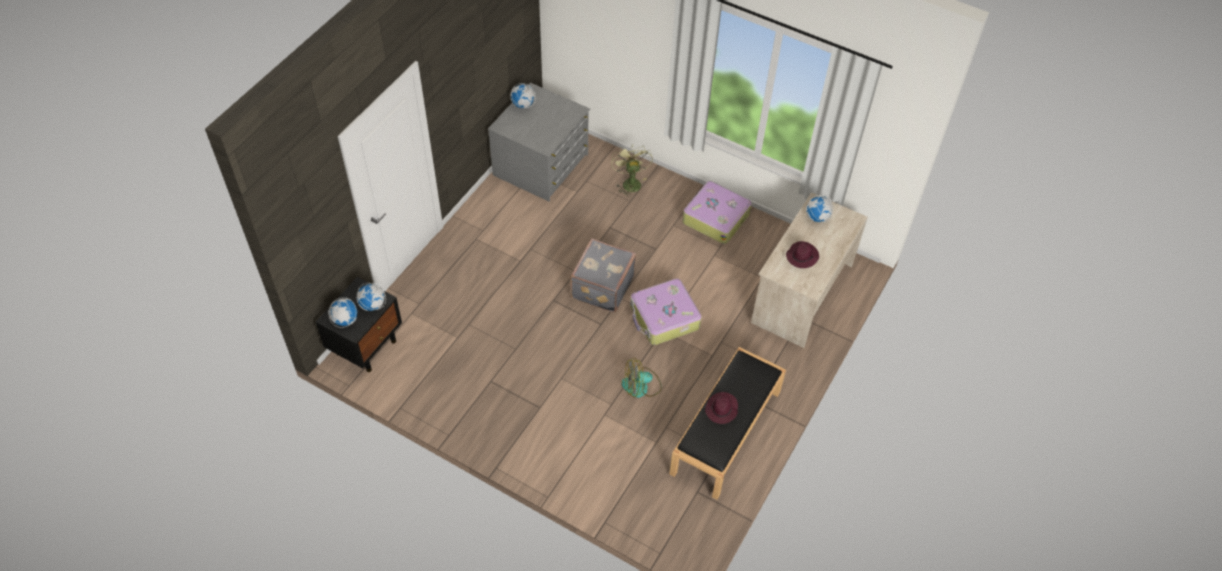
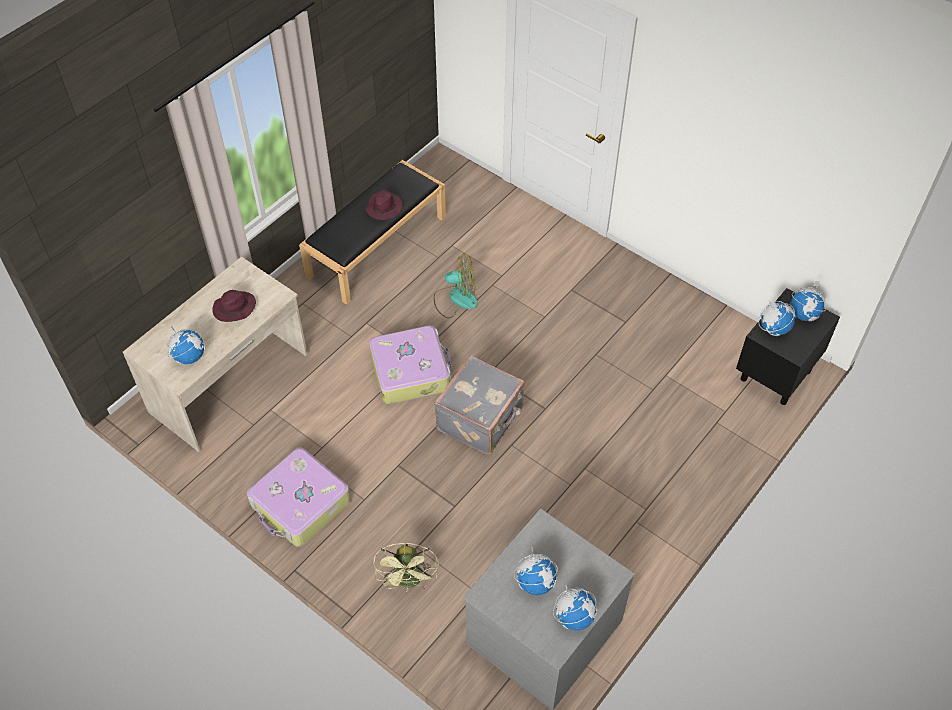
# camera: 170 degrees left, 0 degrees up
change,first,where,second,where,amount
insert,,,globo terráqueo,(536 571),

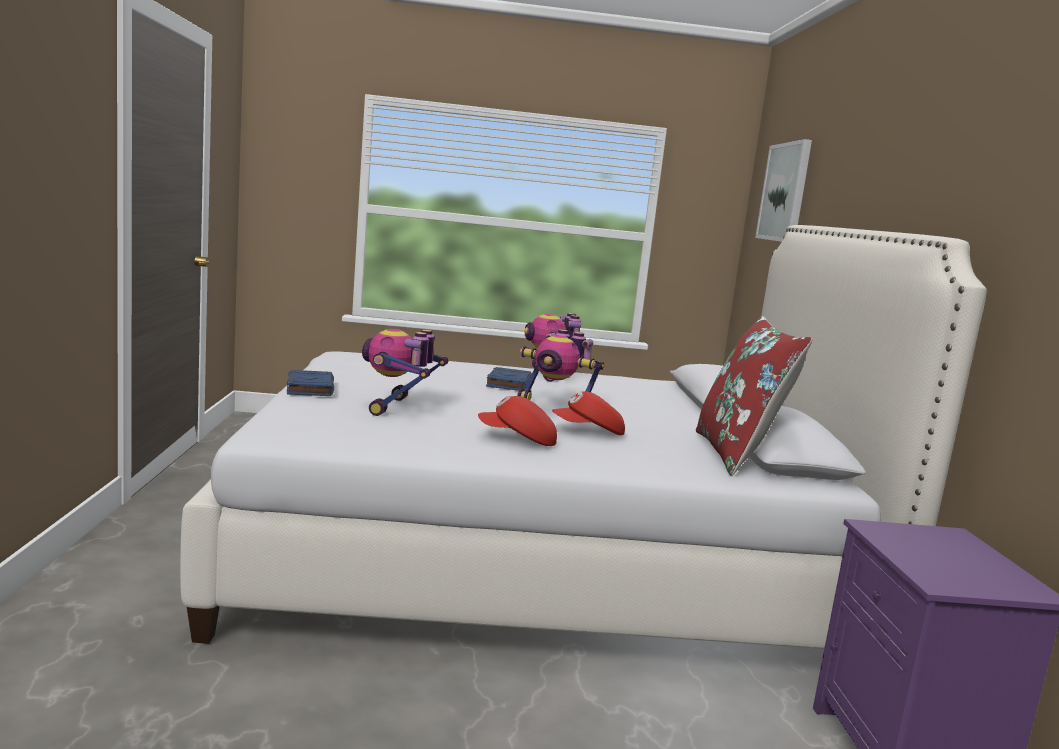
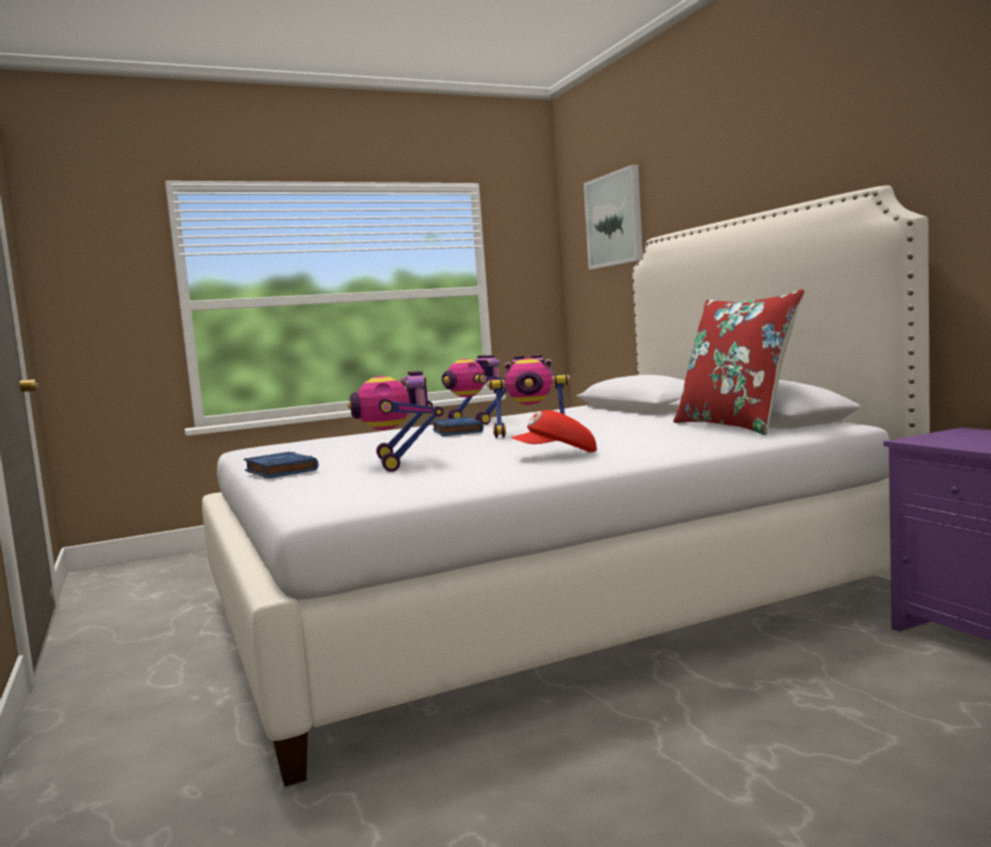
# camera: 20 degrees left, 5 degrees down
change,first,where,second,where,amount
delete,gorra (rojo),(588 413),,,

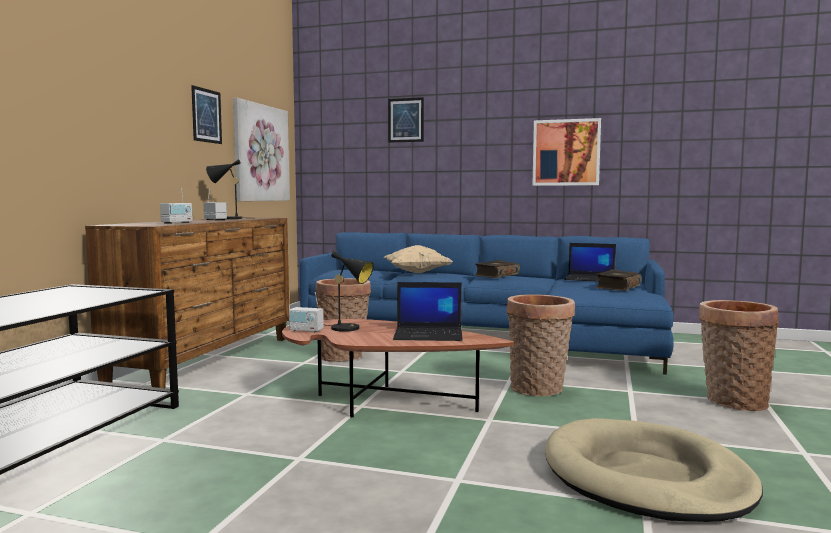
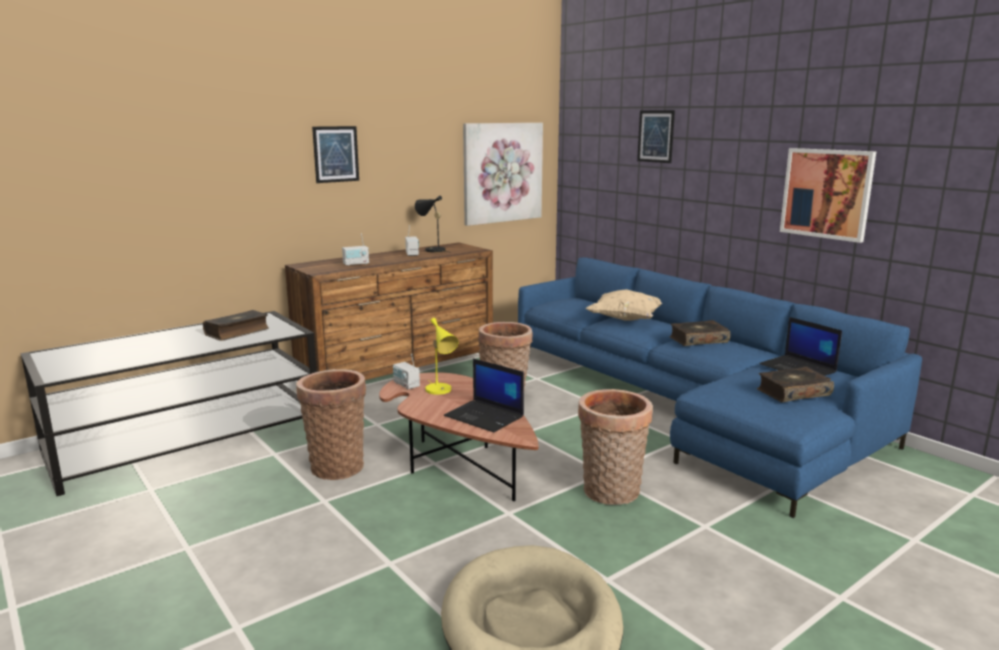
# camera: 35 degrees right, 10 degrees up
change,first,where,second,where,amount
insert,,,libro,(236 325),
move,cuadro,(206 114),,(335 154),
move,cesta,(739 355),,(331 424),
recolor,lámpara de mesa (negro),(349 291),lámpara de mesa (amarillo),(441 356),

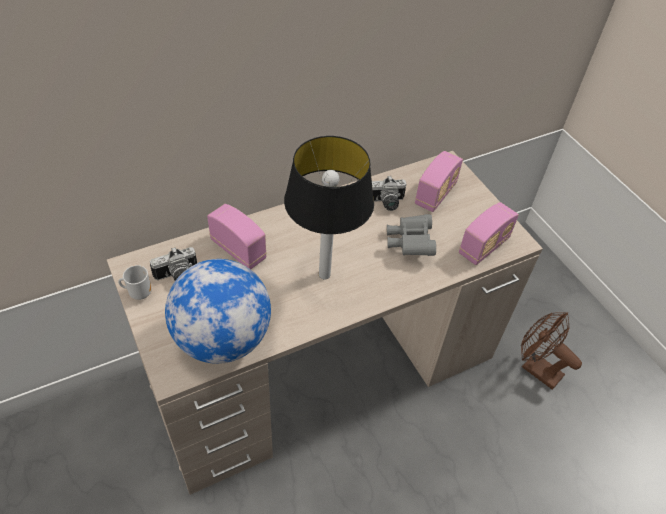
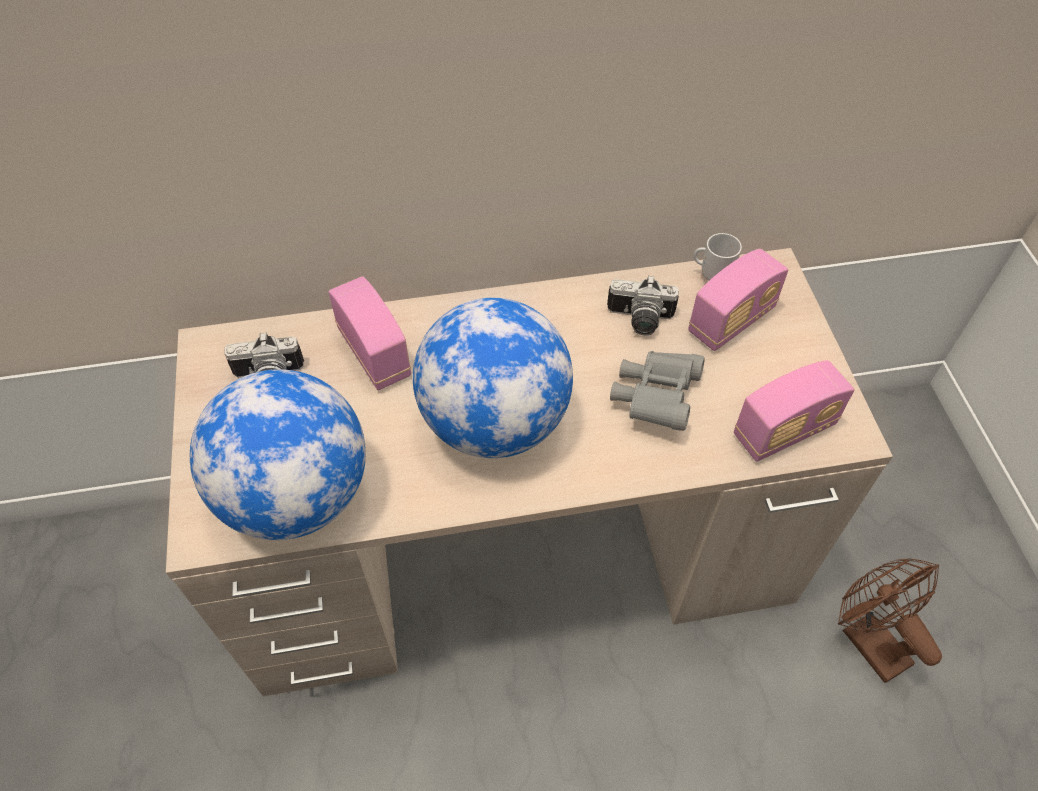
# camera: 20 degrees right, 5 degrees up
change,first,where,second,where,amount
move,taza grande,(135 282),,(717 257),
replace,lámpara de mesa,(329 207),globo terráqueo,(493 378),

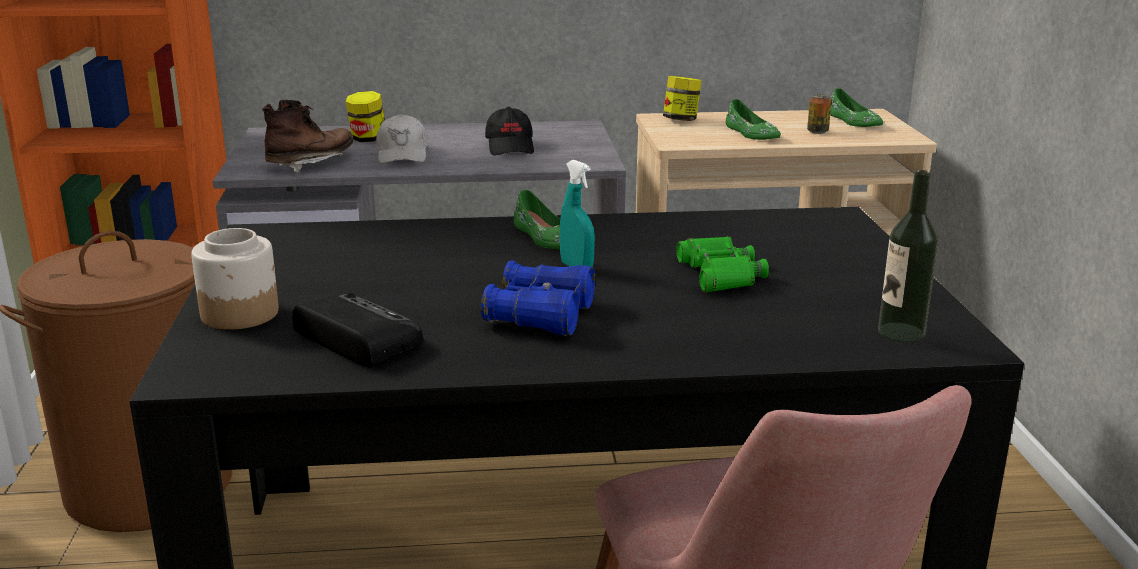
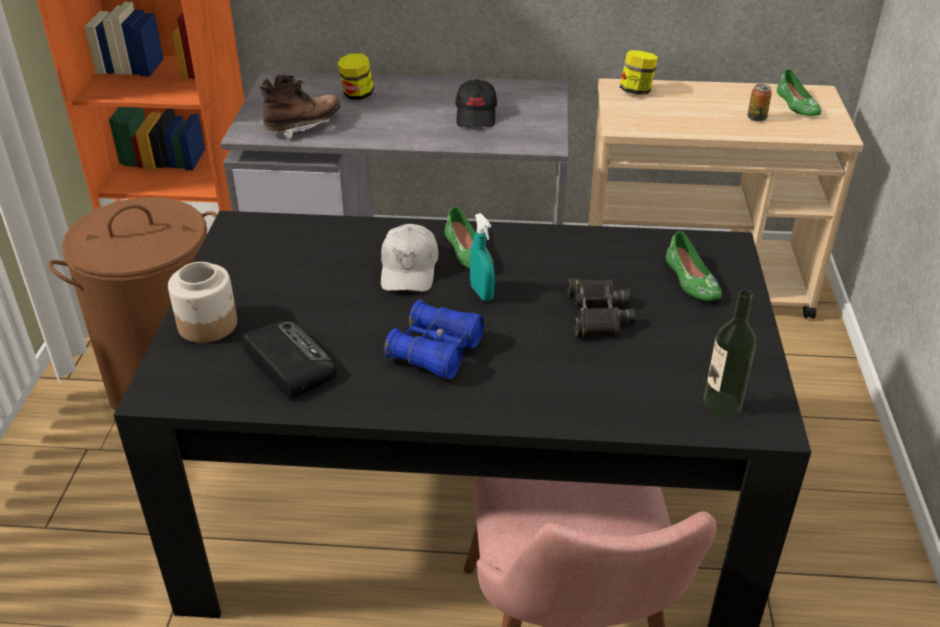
# camera: 10 degrees right, 15 degrees up
change,first,where,second,where,amount
move,gorra (blanco),(402 139),,(409 258),
move,zapato (verde),(753 119),,(694 266),
recolor,prismáticos (verde),(722 264),prismáticos (negro),(601 307),

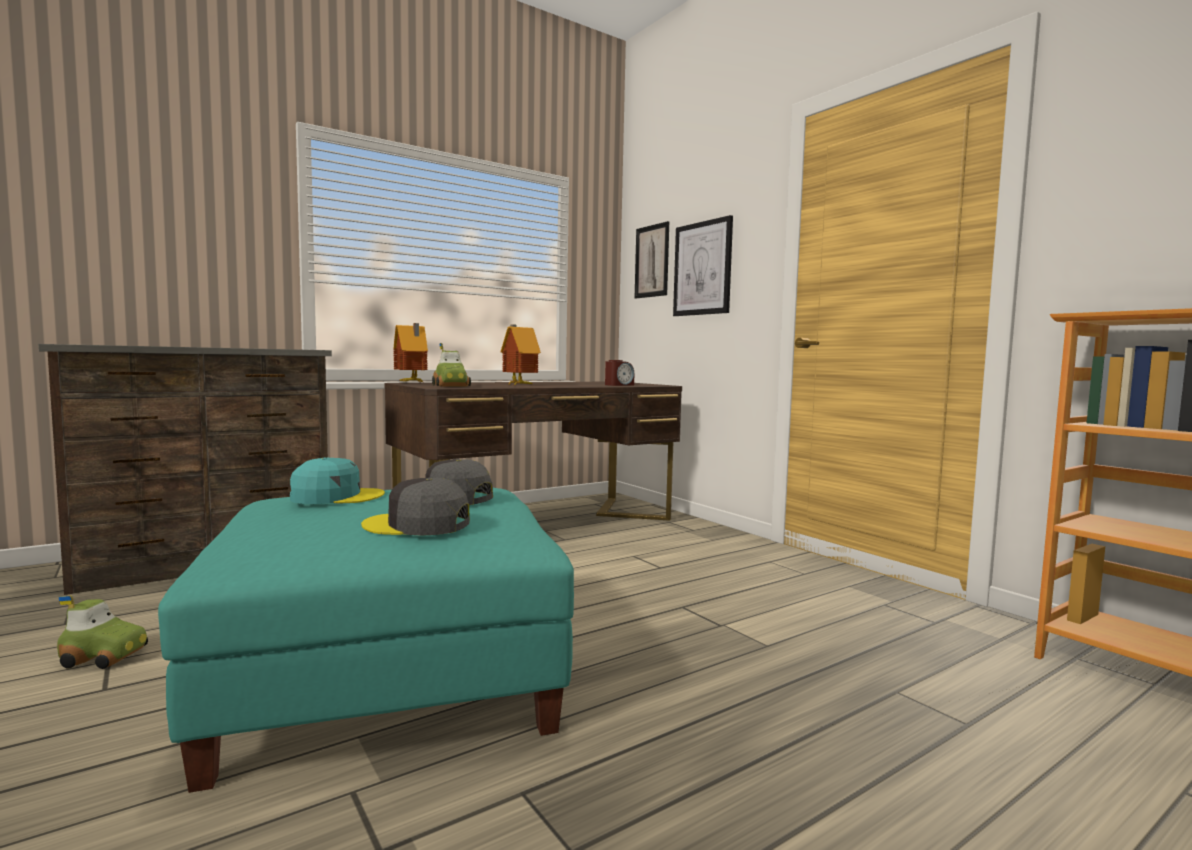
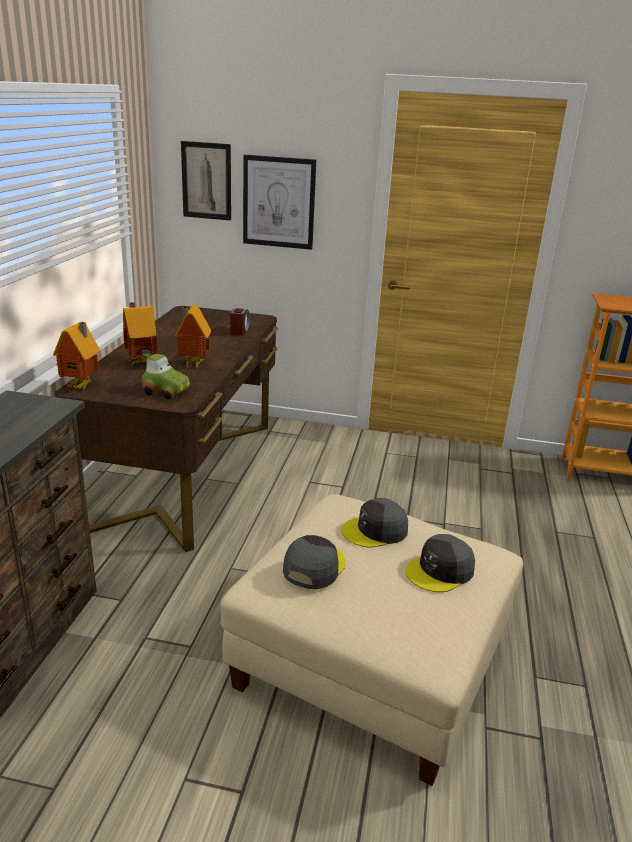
# camera: 45 degrees left, 20 degrees up
change,first,where,second,where,amount
delete,coche de juguete,(102 632),,,
insert,,,casita,(140 333),
recolor,puf (turquesa),(366 640),puf (beis),(371 640),
recolor,gorra (turquesa),(337 480),gorra (gris),(314 562),

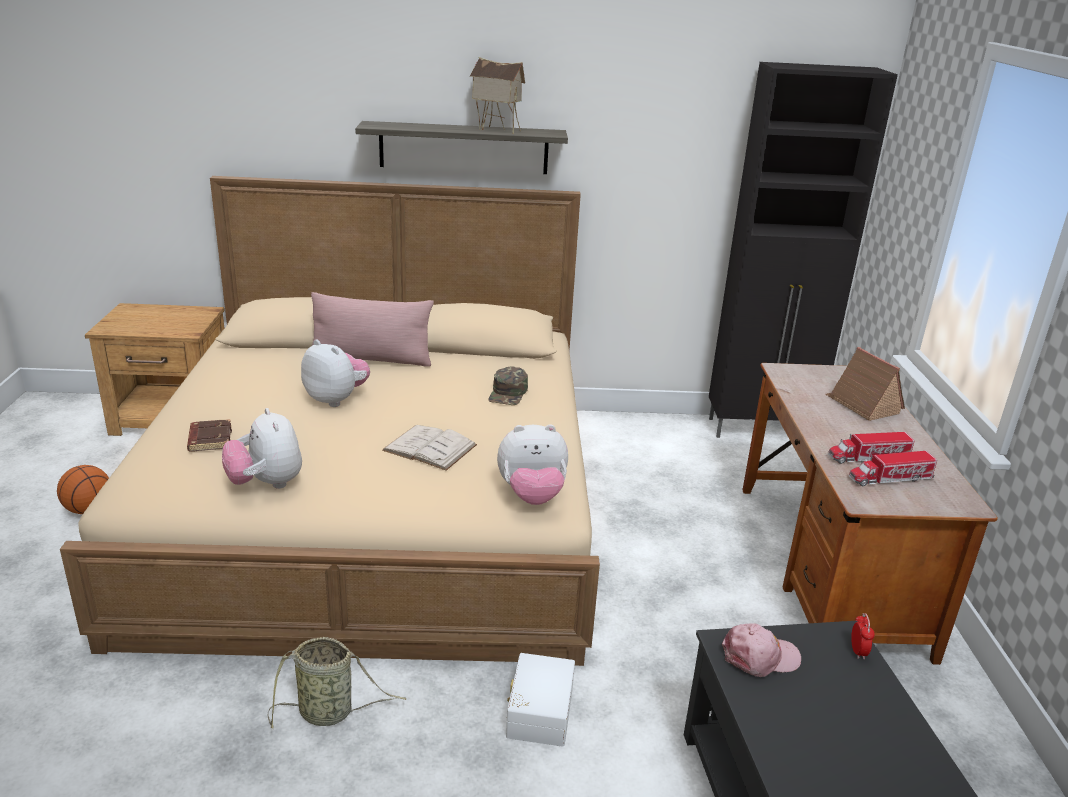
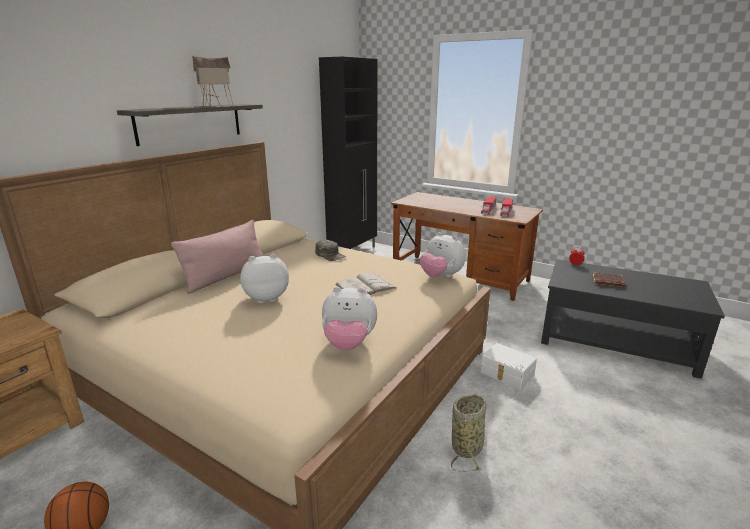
# camera: 55 degrees left, 5 degrees down
change,first,where,second,where,amount
delete,gorra (rosa),(761 650),,,
delete,casita,(865 384),,,
move,libro (marrón),(209 435),,(609 279),
rotate,peluche,(532 464),,(443 255),105 degrees clockwise

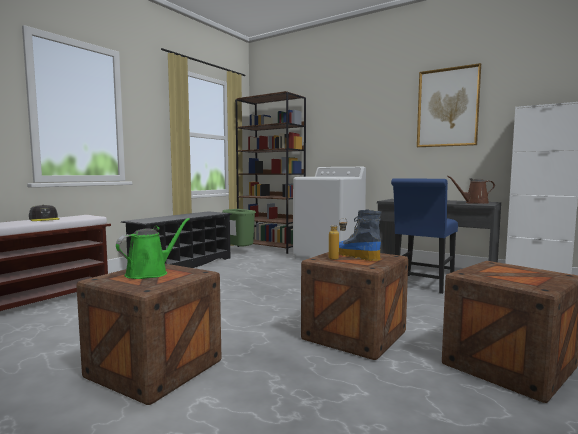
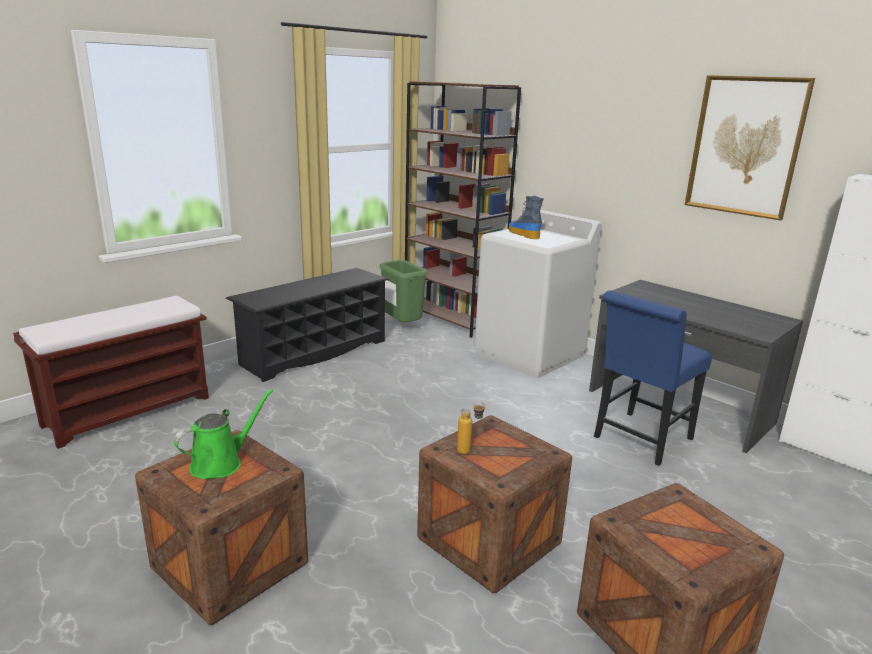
# camera: 10 degrees right, 15 degrees up
change,first,where,second,where,amount
delete,gorra (gris),(44 213),,,
delete,regadera (marrón),(471 190),,,
move,bota,(360 235),,(526 217),

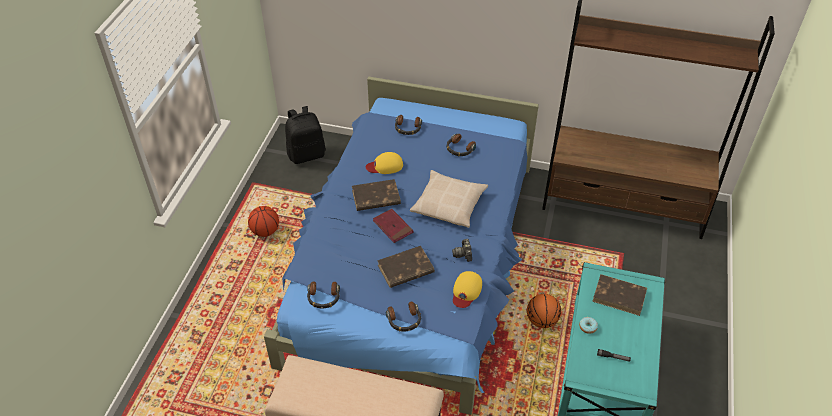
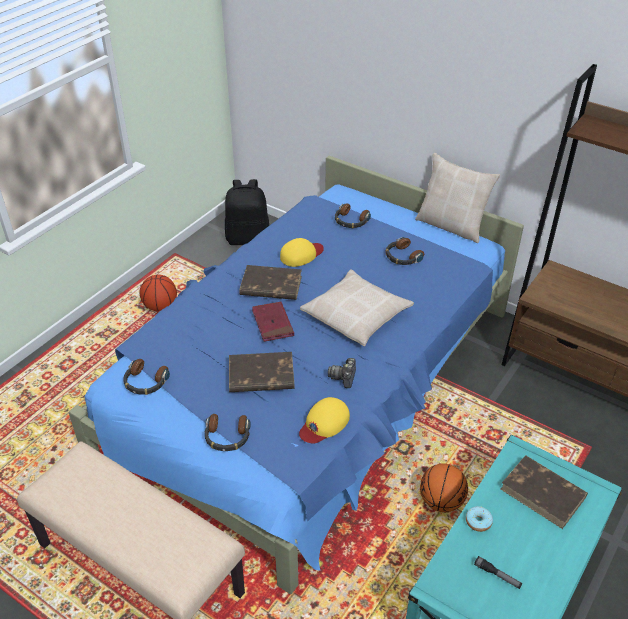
# camera: 20 degrees right, 5 degrees down
change,first,where,second,where,amount
insert,,,cojín (beis),(457 198),
rotate,gorra (amarillo),(384 163),,(302 252),135 degrees clockwise

